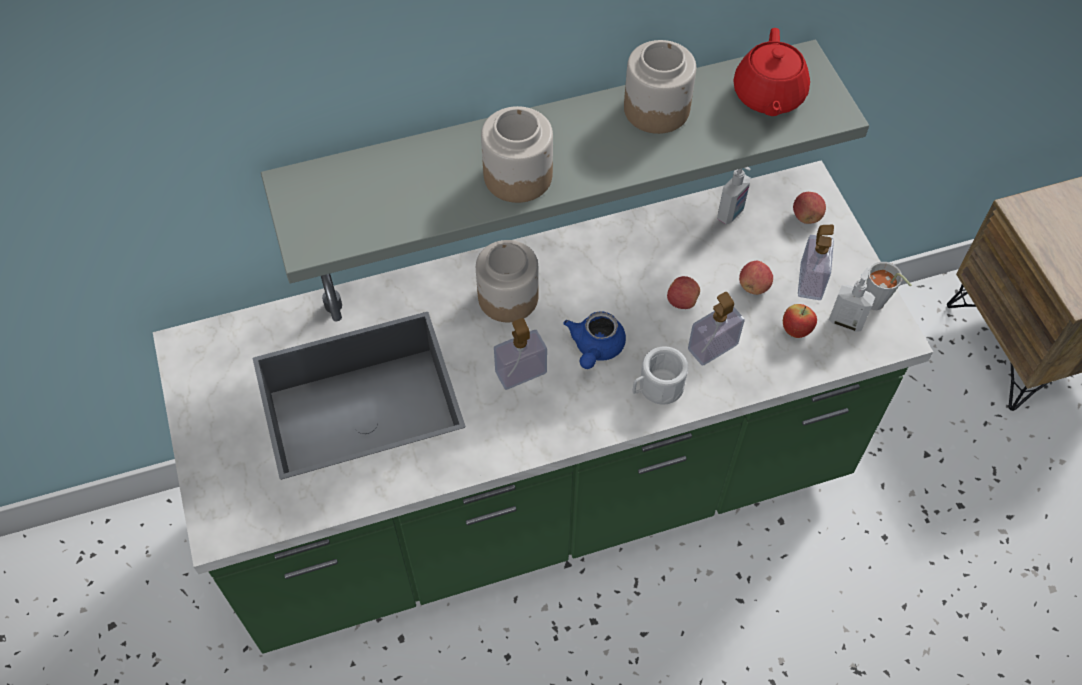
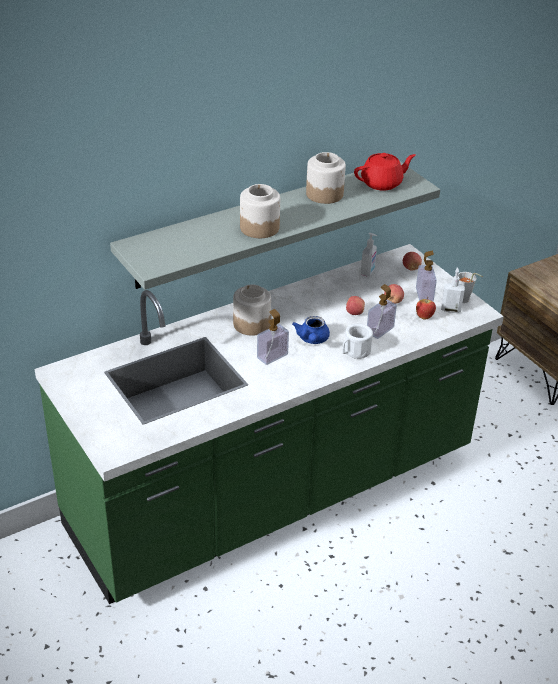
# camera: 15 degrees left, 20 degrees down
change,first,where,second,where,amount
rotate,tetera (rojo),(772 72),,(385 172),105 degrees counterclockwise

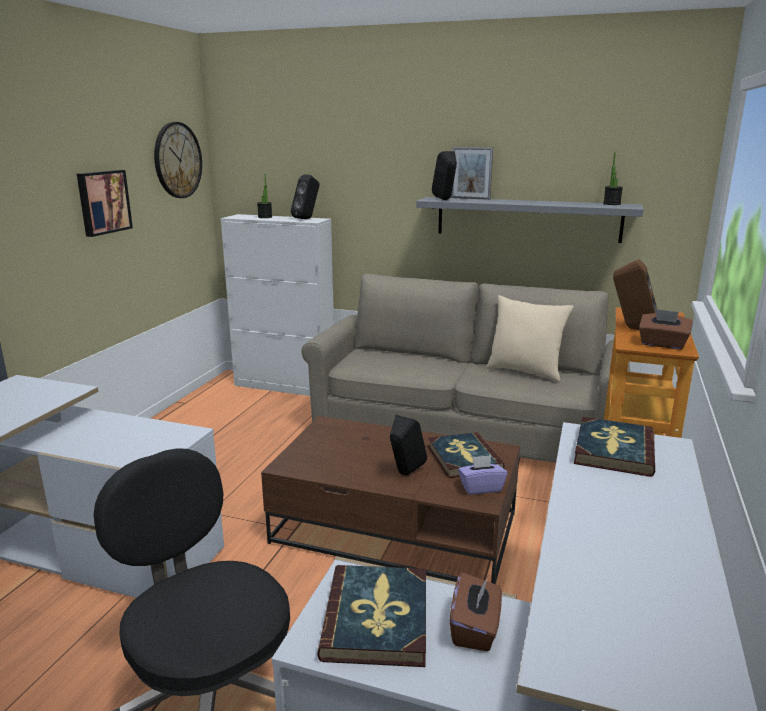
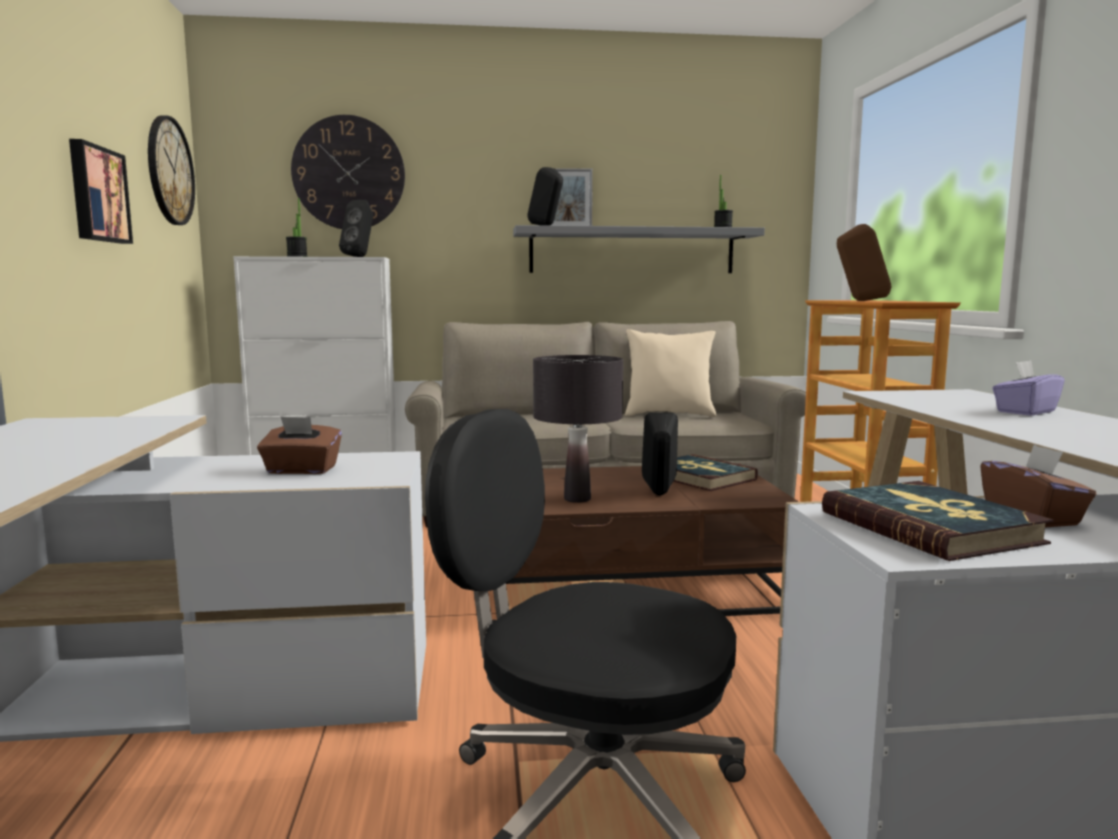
# camera: 25 degrees left, 10 degrees down
change,first,where,second,where,amount
delete,libro,(614 447),,,
insert,,,reloj de pared,(348 172),
insert,,,lámpara de mesa (negro),(578 429),
move,caja de pañuelos (morado),(483 474),,(1028 388),
move,caja de pañuelos (marrón),(666 329),,(299 445),

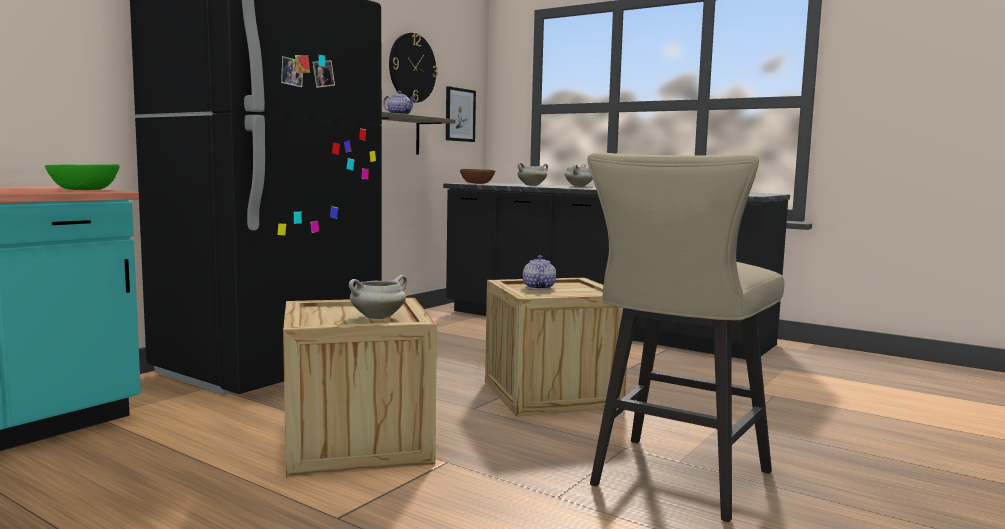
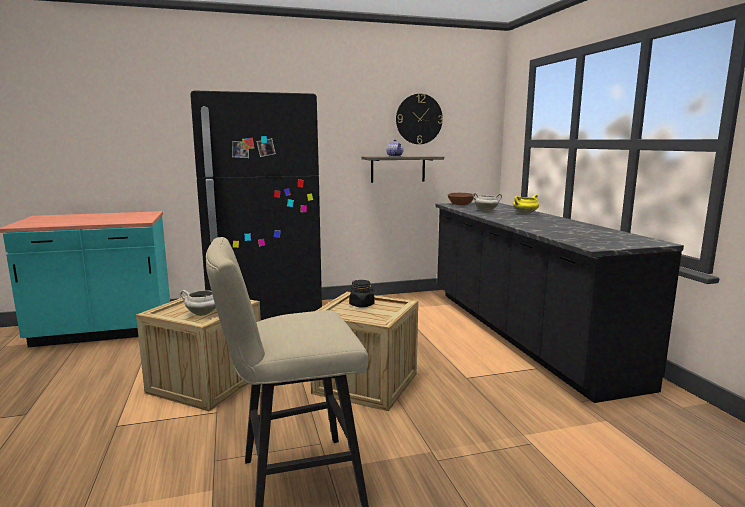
# camera: 40 degrees right, 5 degrees up
change,first,where,second,where,amount
delete,cuenco (verde),(82 177),,,
delete,cuadro,(461 114),,,
replace,tetera,(539 272),tarro (negro),(361 294),
recolor,olla (blanco),(579 175),olla (amarillo),(526 204),

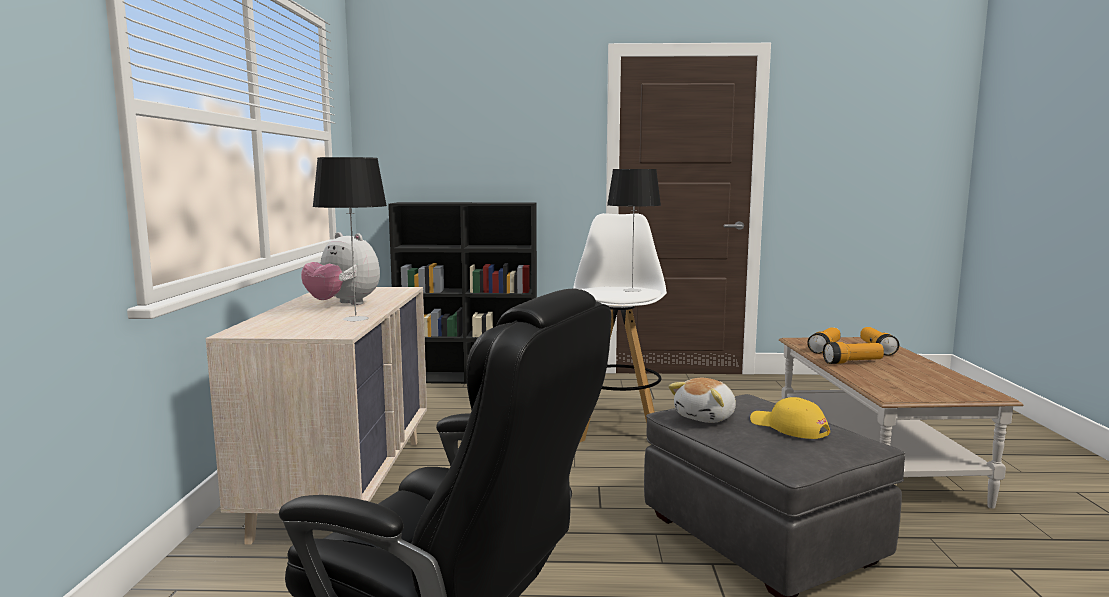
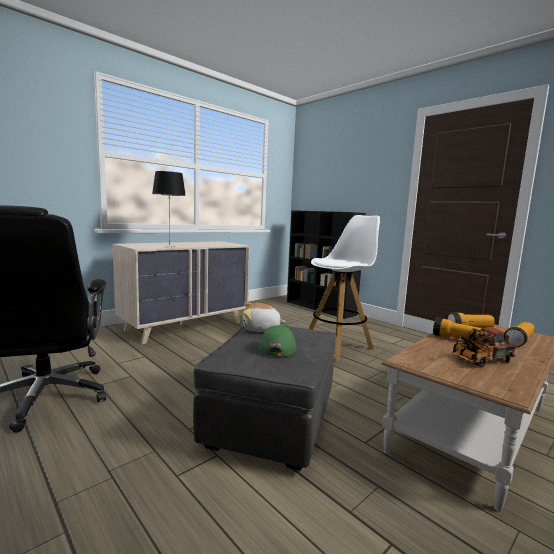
# camera: 45 degrees right, 0 degrees up
change,first,where,second,where,amount
delete,peluche,(340 268),,,
delete,lámpara de mesa,(634 230),,,
insert,,,camión de juguete,(485 347),
recolor,gorra (amarillo),(790 418),gorra (verde),(277 340),

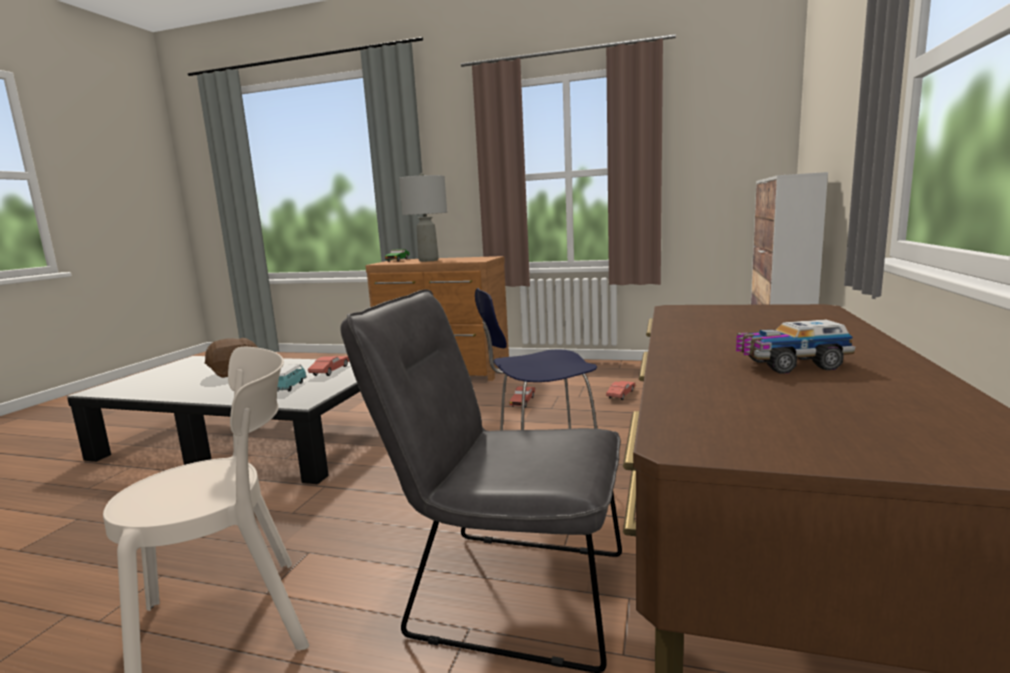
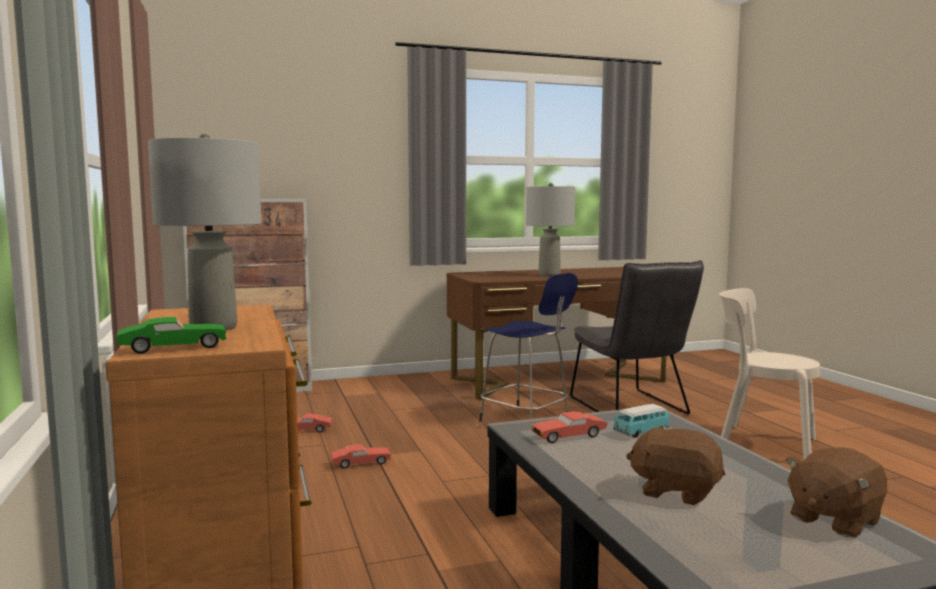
# camera: 125 degrees left, 5 degrees down
change,first,where,second,where,amount
delete,camión de juguete,(795 346),,,
insert,,,lámpara de mesa (gris),(550 230),
insert,,,peluche (marrón),(836 492),

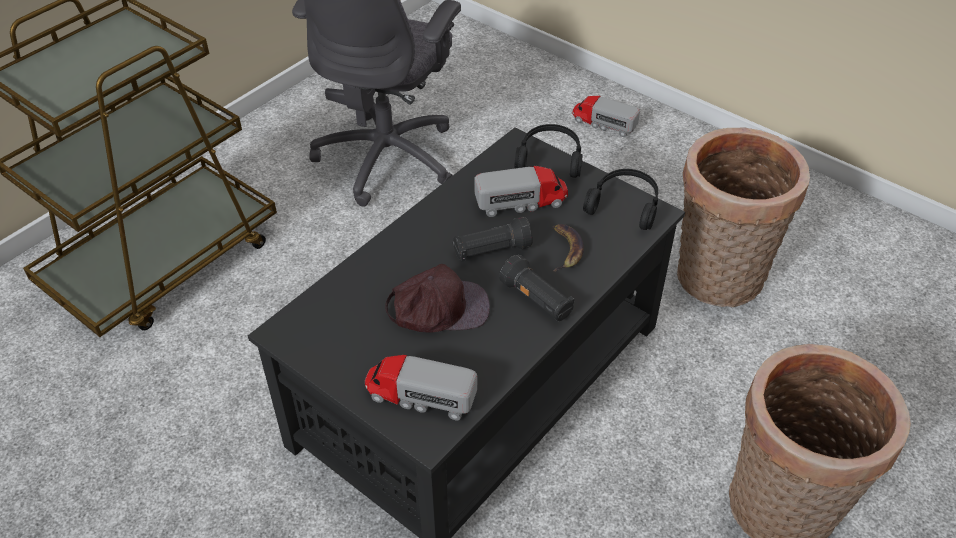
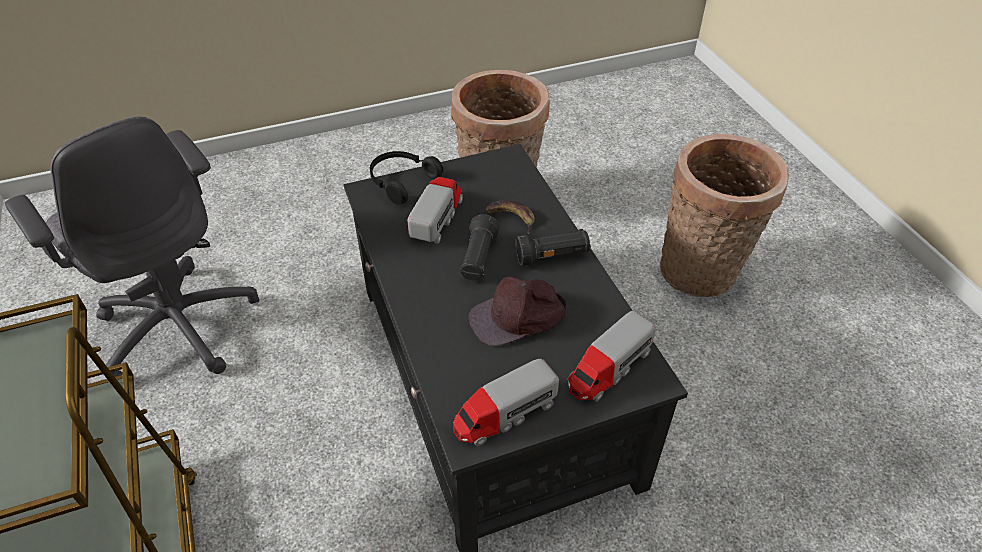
# camera: 60 degrees left, 0 degrees up
change,first,where,second,where,amount
delete,auriculares (negro),(620 199),,,
move,camión de juguete,(606 116),,(506 402),
rotate,gorra (marrón),(437 298),,(517 311),135 degrees counterclockwise

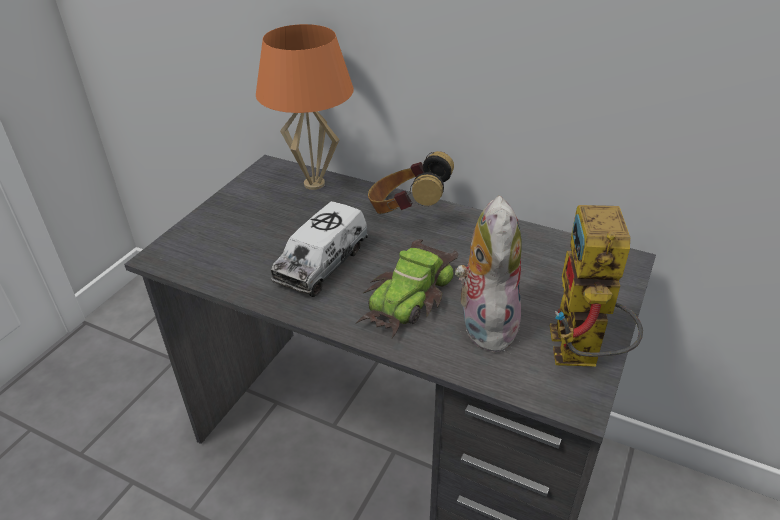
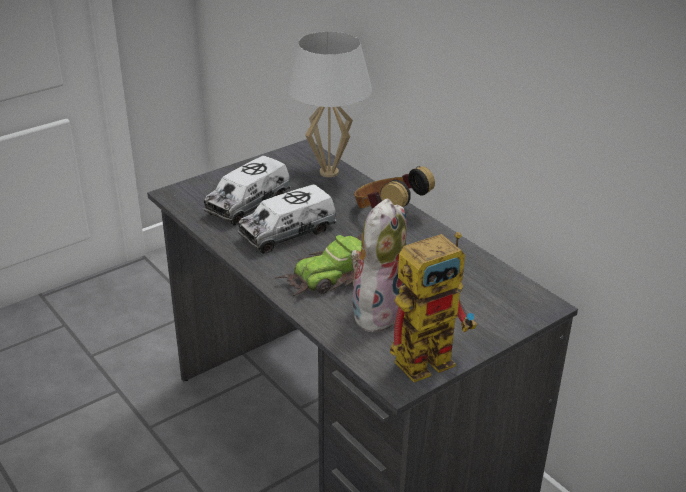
# camera: 25 degrees right, 5 degrees down
change,first,where,second,where,amount
insert,,,camión de juguete,(247 190),
recolor,lámpara de mesa (naranja),(305 107),lámpara de mesa (blanco),(329 104),
rotate,robot de juguete,(596 286),,(433 307),150 degrees counterclockwise

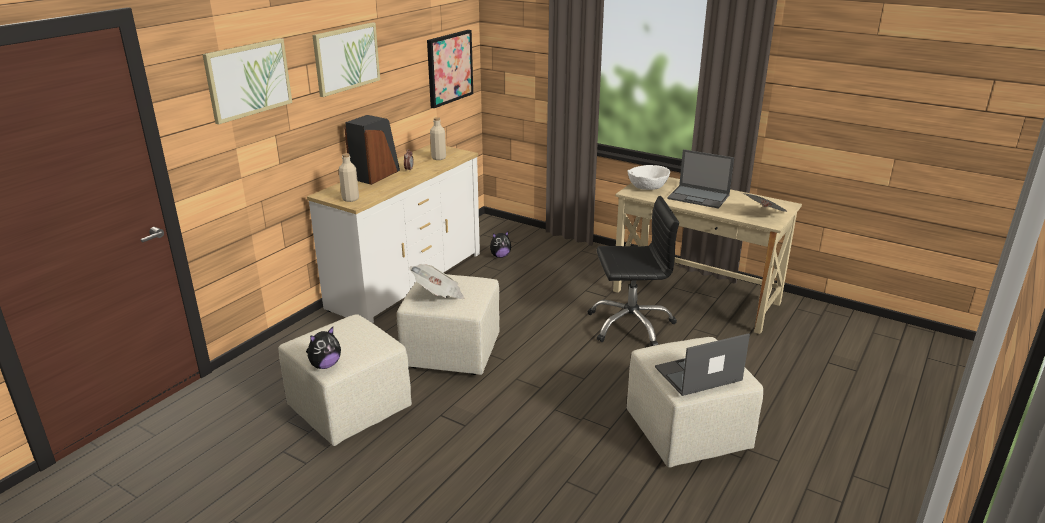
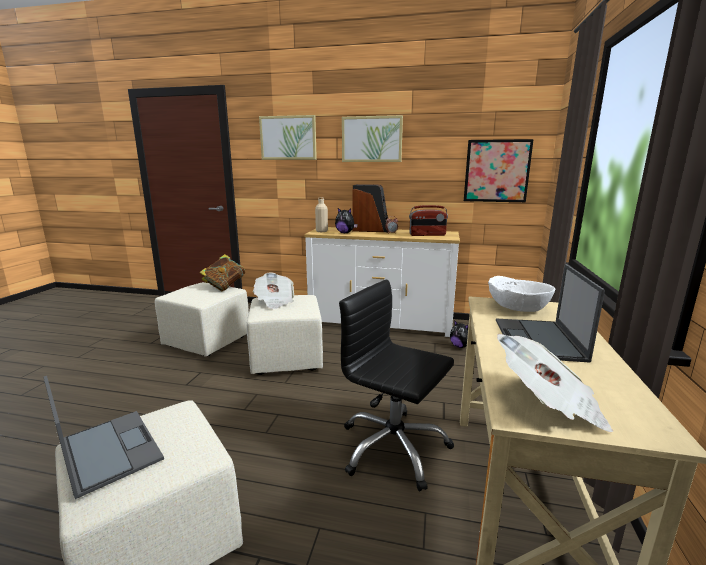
# camera: 70 degrees right, 10 degrees down
change,first,where,second,where,amount
insert,,,libro,(222 273),
move,peluche,(323 348),,(346 220),
replace,botella (beis),(438 138),radio,(428 220),
rotate,silla de oficina (negro),(633 271),,(396 385),150 degrees clockwise

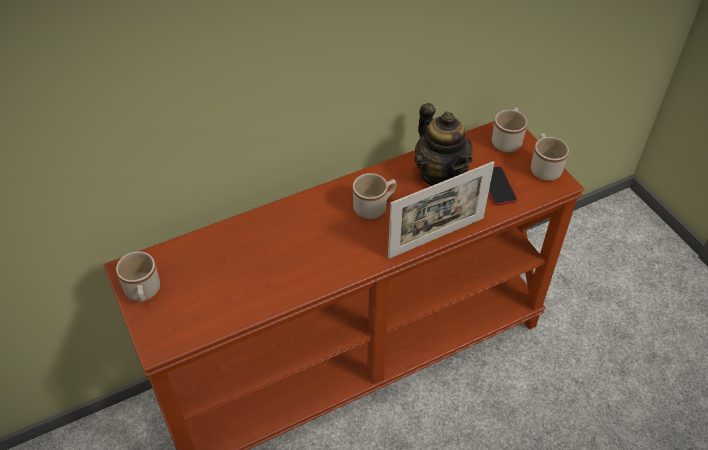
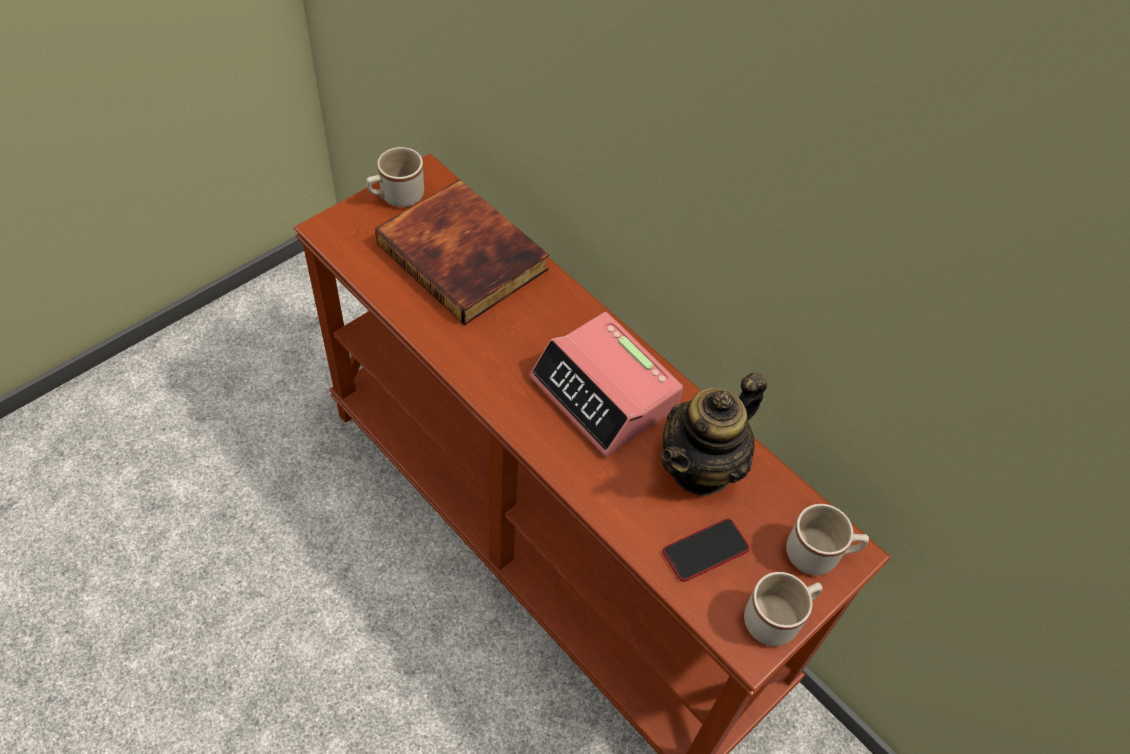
# camera: 70 degrees right, 5 degrees up
change,first,where,second,where,amount
delete,portarretratos,(441 210),,,
insert,,,libro,(462 252),
replace,taza grande (beis),(374 196),despertador,(606 384),

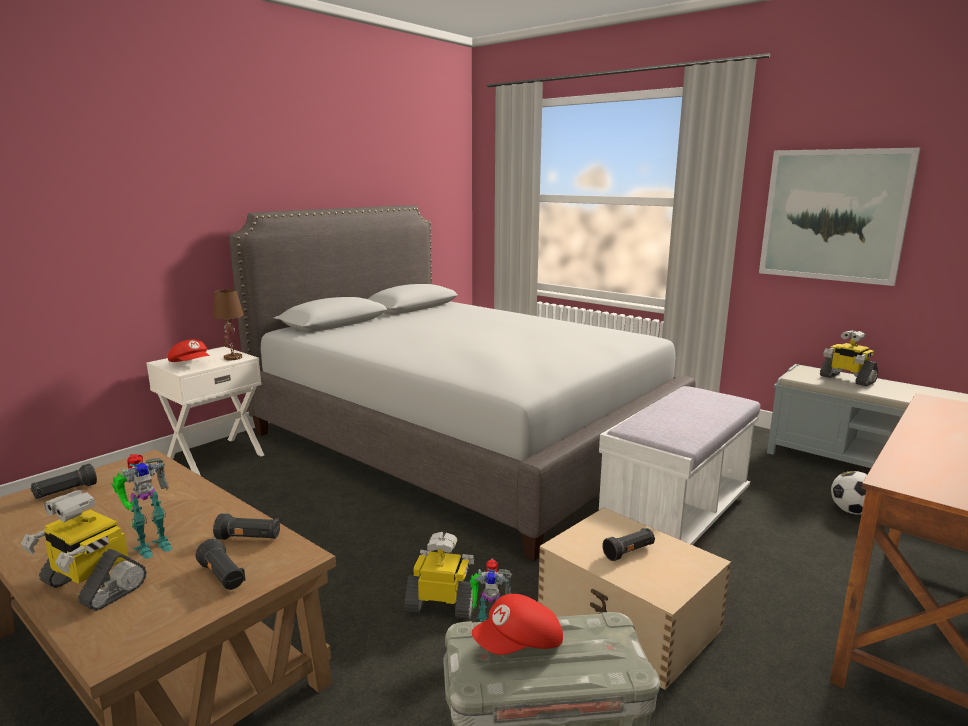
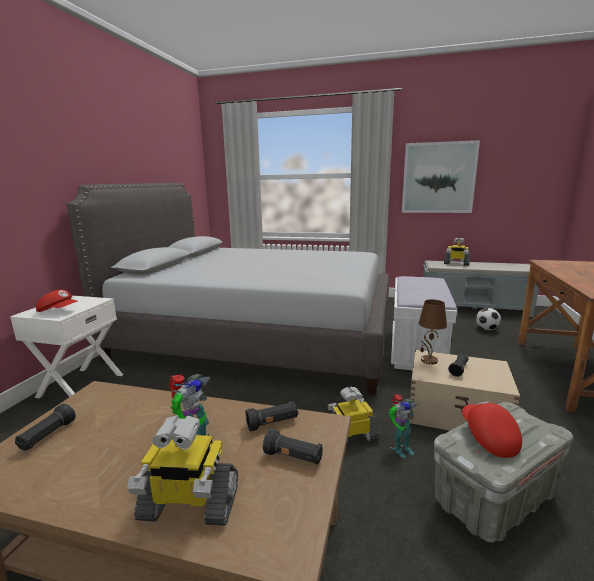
# camera: 25 degrees left, 0 degrees up
change,first,where,second,where,amount
move,lámpara de mesa (marrón),(228 324),,(433 332),
rotate,gorra (rojo),(517 624),,(492 429),135 degrees clockwise

